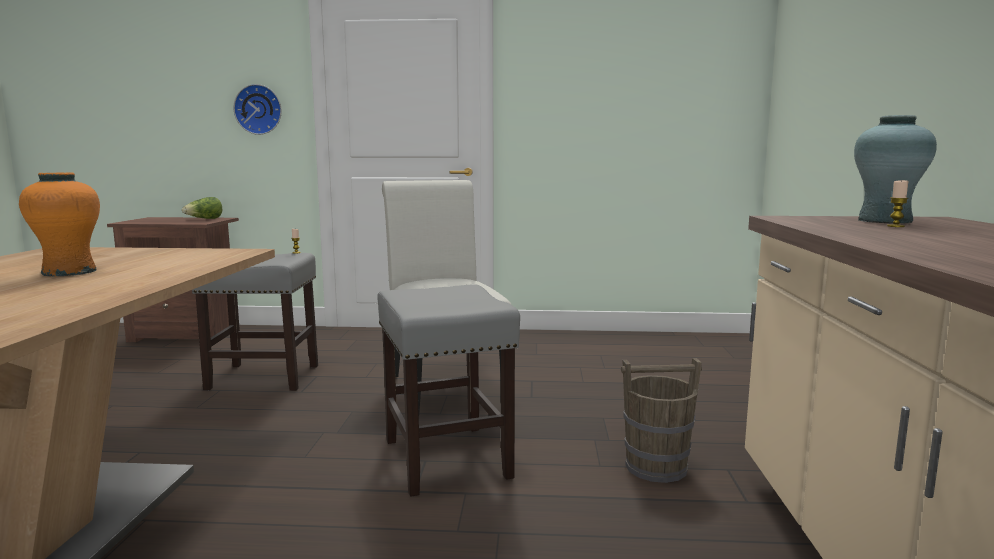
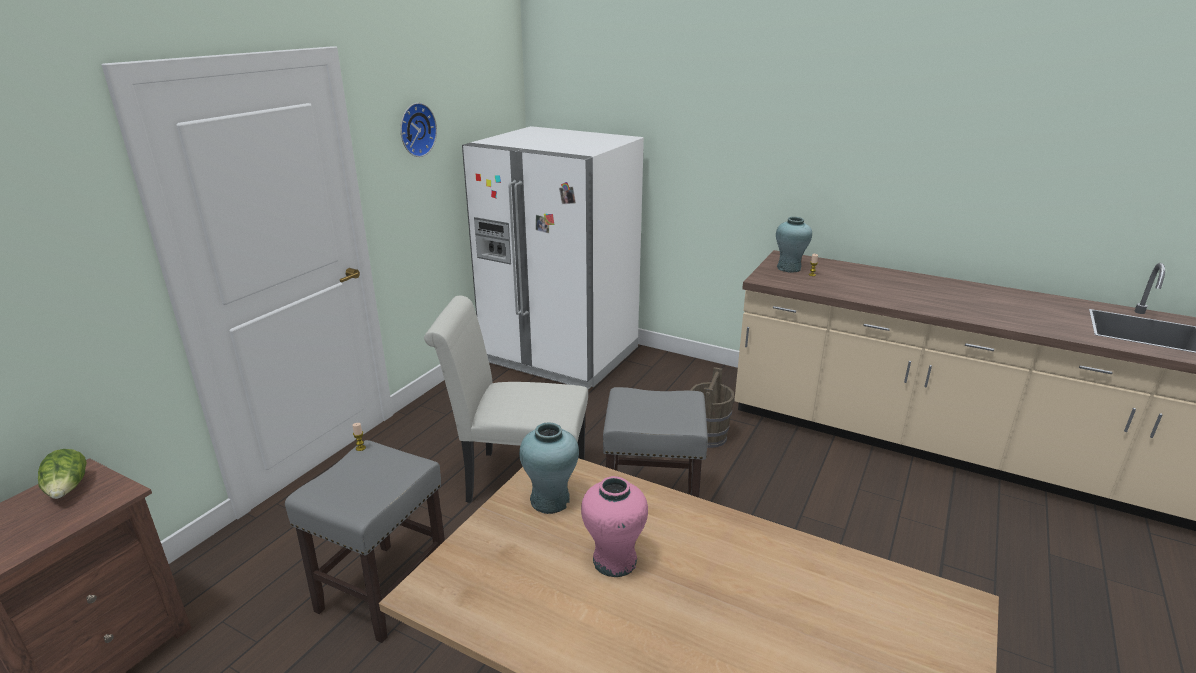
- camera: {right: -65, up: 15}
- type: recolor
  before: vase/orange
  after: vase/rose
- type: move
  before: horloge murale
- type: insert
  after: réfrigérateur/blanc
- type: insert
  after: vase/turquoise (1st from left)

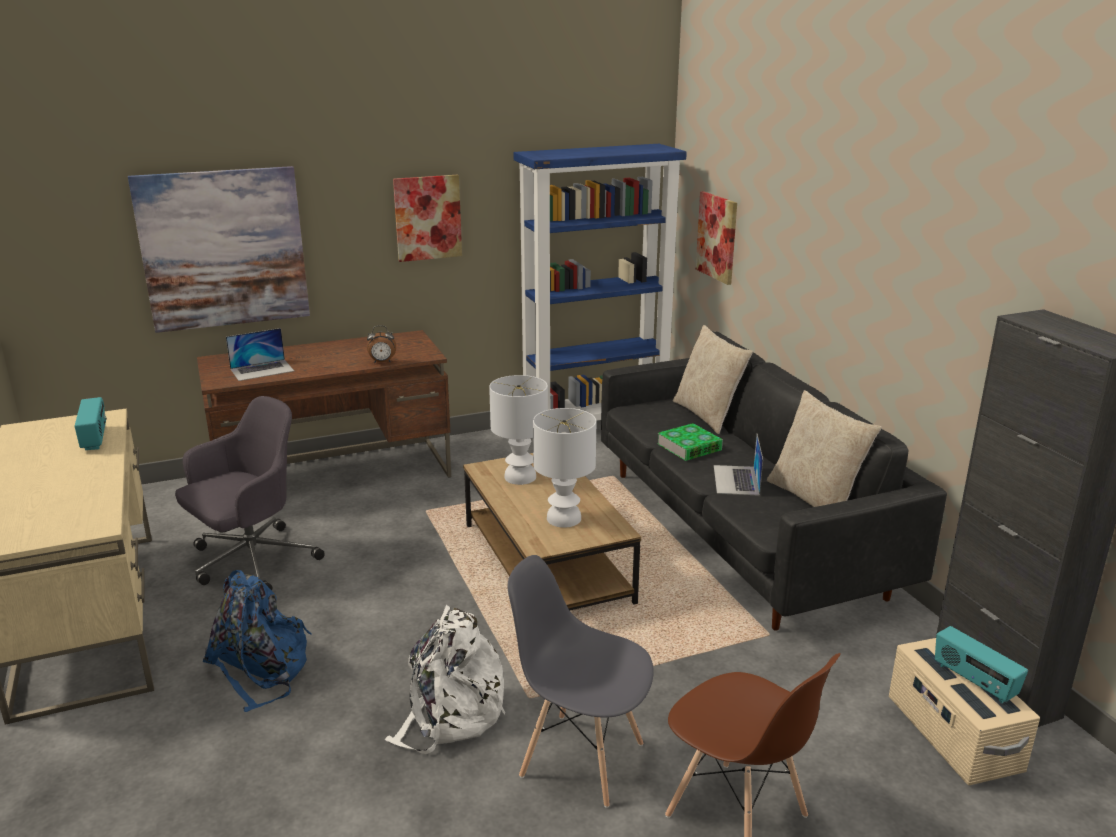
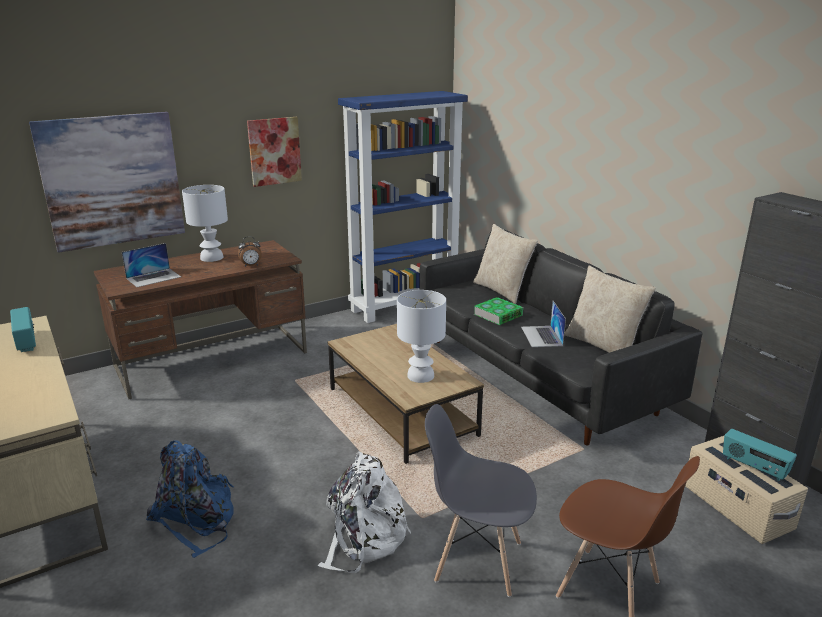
- camera: {right: -10, up: 0}
- type: delete
  before: chaise de bureau/gris
- type: move
  before: lampe de table/blanc (1st from left)
- type: delete
  before: tableau (3rd from left)

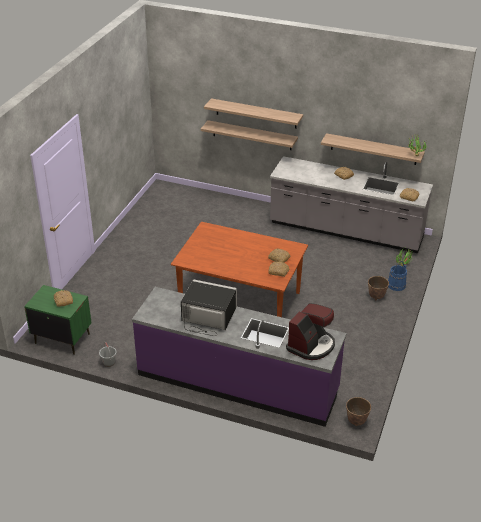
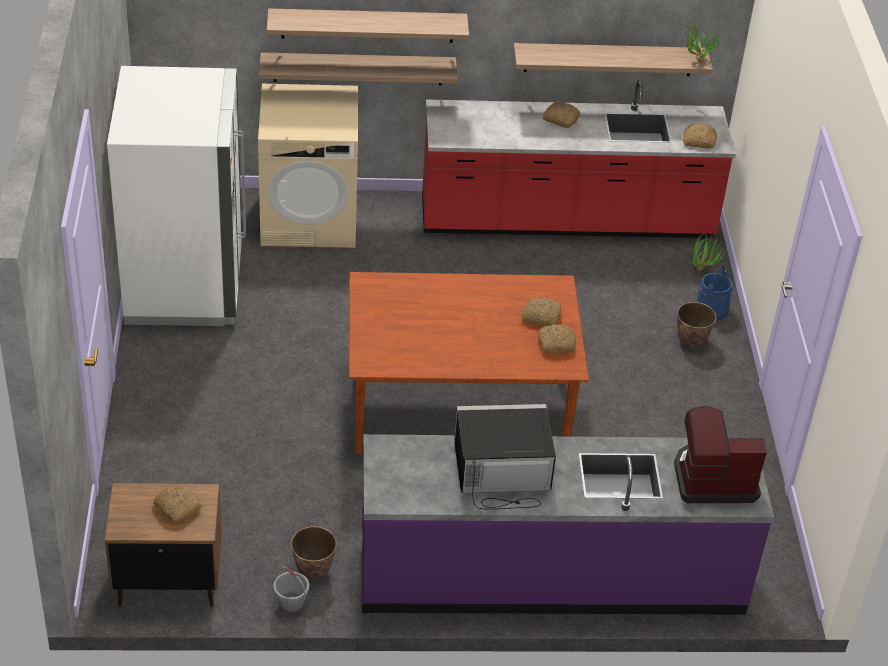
- camera: {right: -25, up: 5}
- type: recolor
  before: table de chevet/vert
  after: table de chevet/marron
- type: recolor
  before: comptoir de cuisine/gris
  after: comptoir de cuisine/rouge
- type: rotate
  before: machine à café
  turn: -105
- type: move
  before: cache-pot (1st from left)
- type: insert
  after: réfrigérateur/blanc
- type: insert
  after: lave-linge/beige

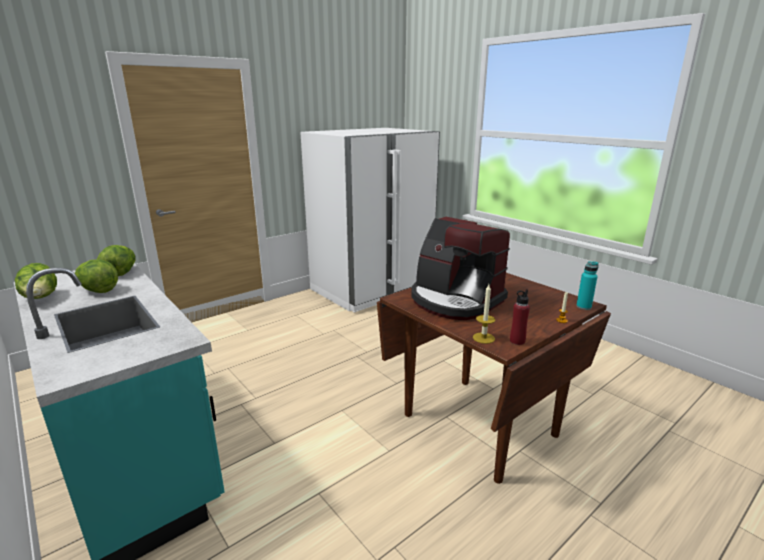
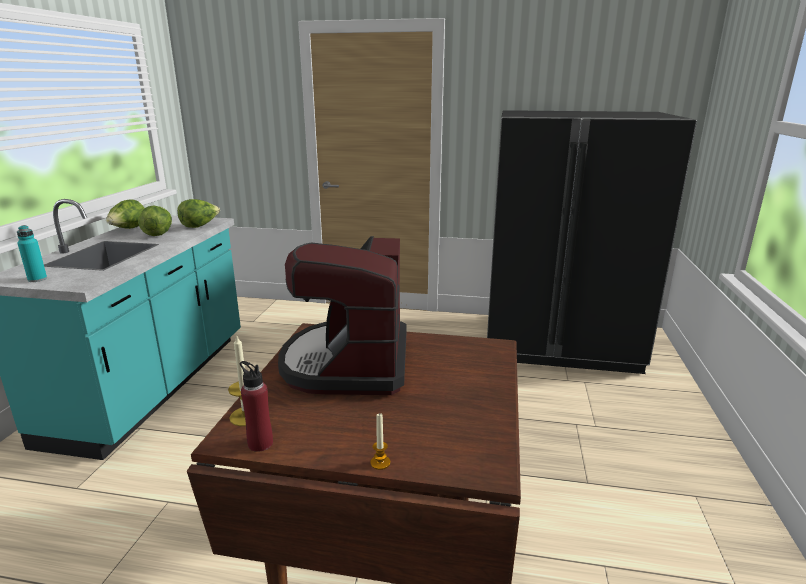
- camera: {right: 50, up: 0}
- type: recolor
  before: réfrigérateur/blanc
  after: réfrigérateur/noir
- type: move
  before: bouteille/turquoise

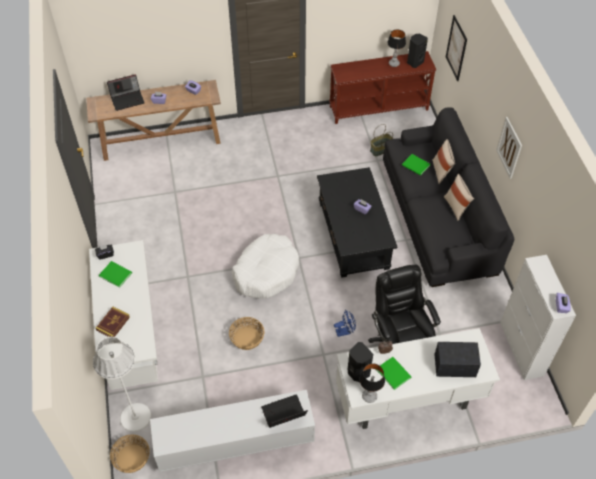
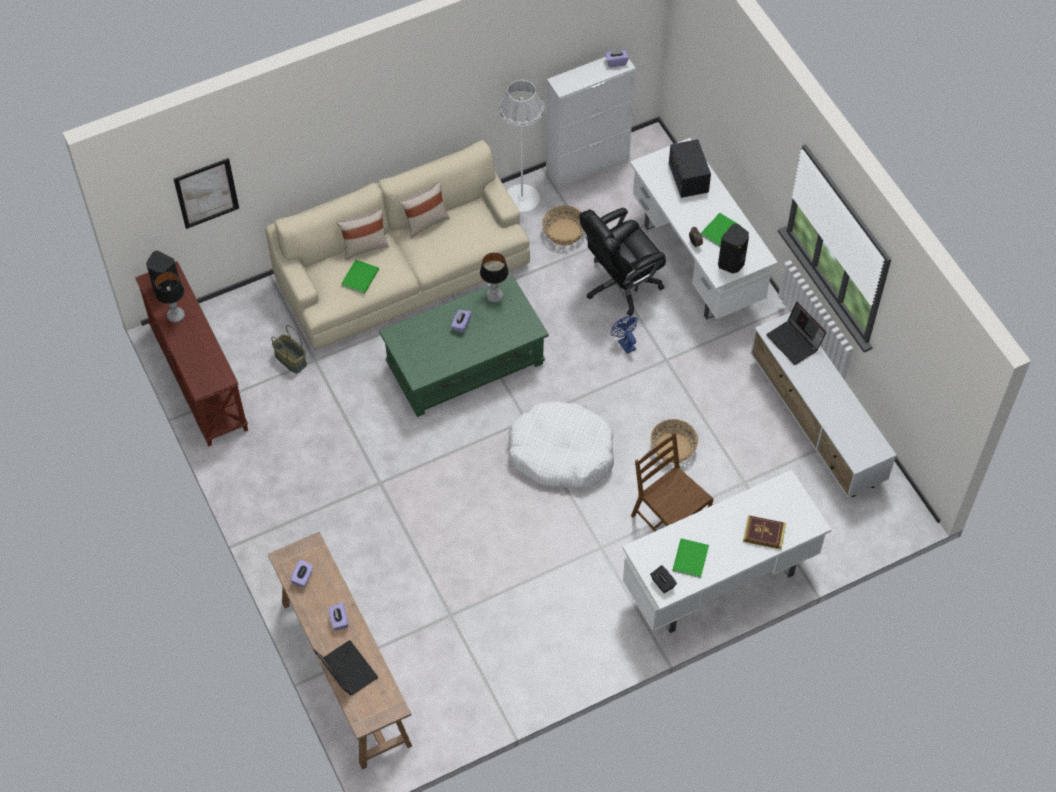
- camera: {right: -105, up: 5}
- type: move
  before: lampadaire/blanc
- type: move
  before: panier (1st from left in the first image)
  after: panier (2nd from left)
- type: recolor
  before: table basse/noir
  after: table basse/vert
- type: move
  before: lampe de table (1st from left in the first image)
  after: lampe de table (2nd from left)
- type: recolor
  before: canapé/noir
  after: canapé/beige
- type: delete
  before: tableau (2nd from left)
- type: insert
  after: chaise/marron

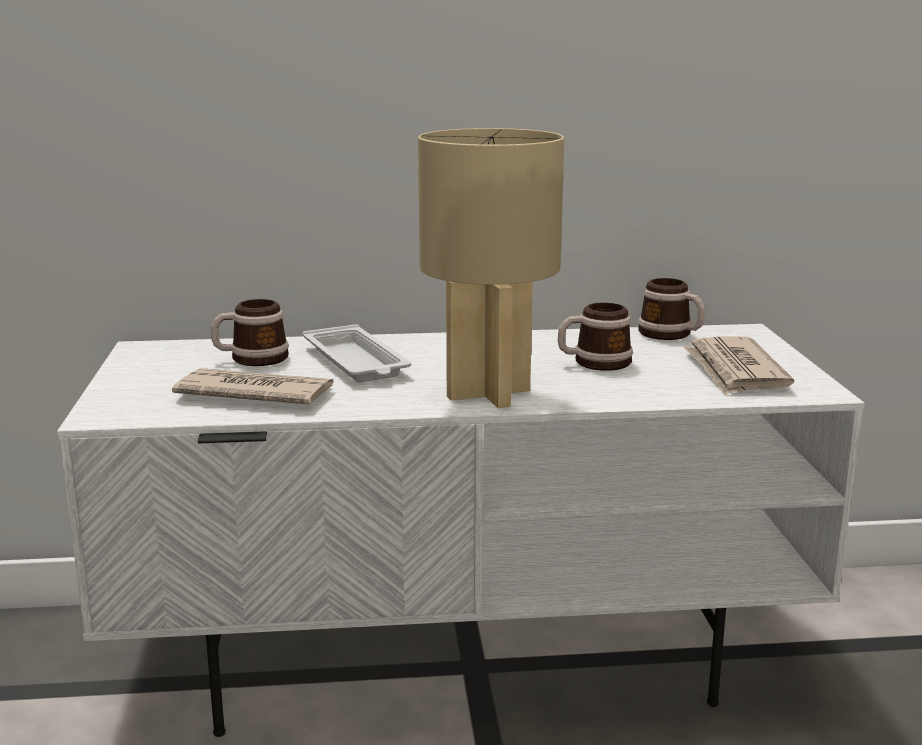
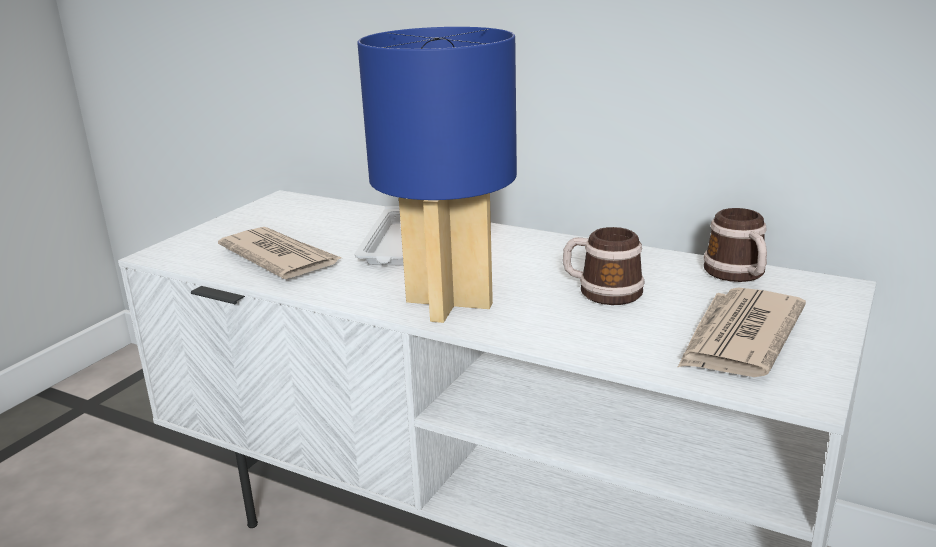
- camera: {right: 35, up: 5}
- type: delete
  before: mug (1st from left)
- type: recolor
  before: lampe de table/beige
  after: lampe de table/bleu

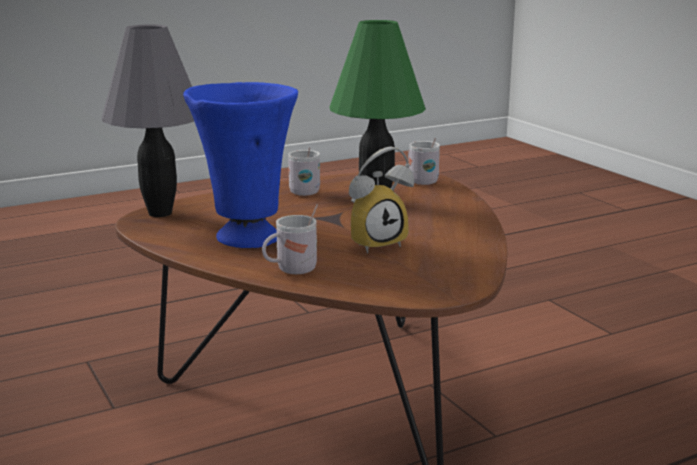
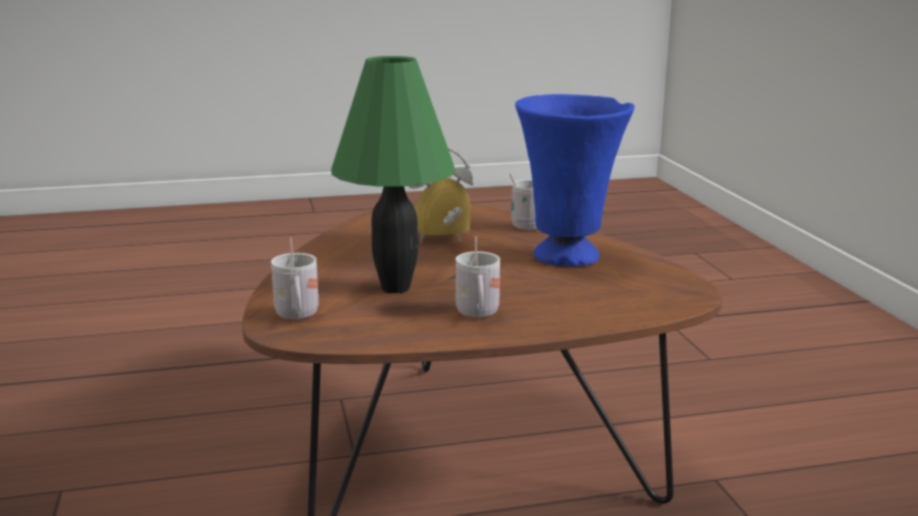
- camera: {right: -165, up: 0}
- type: delete
  before: lampe de table/gris

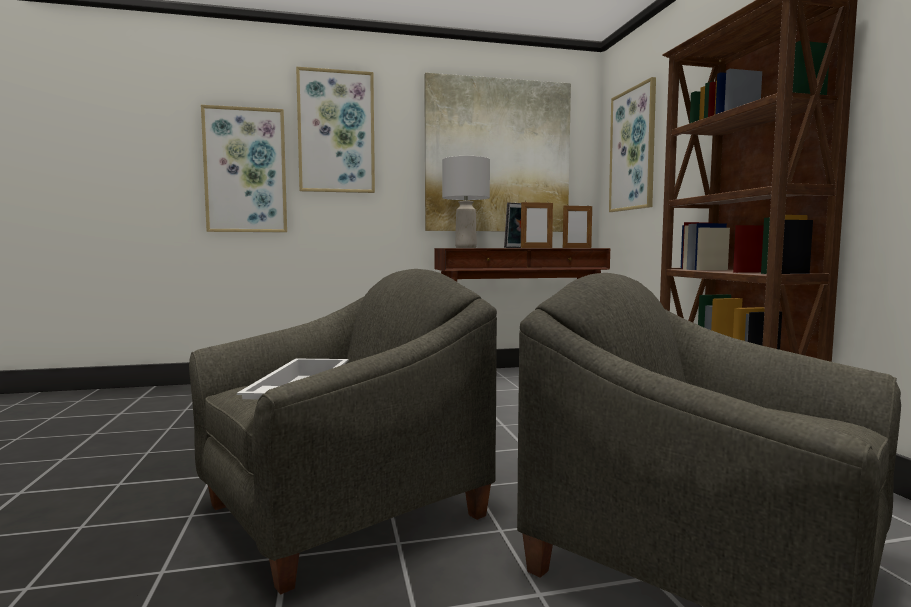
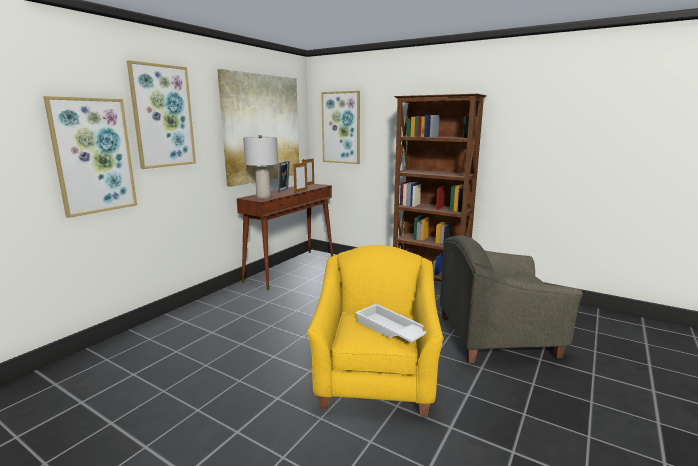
- camera: {right: -45, up: 10}
- type: recolor
  before: fauteuil/gris (1st from left)
  after: fauteuil/jaune

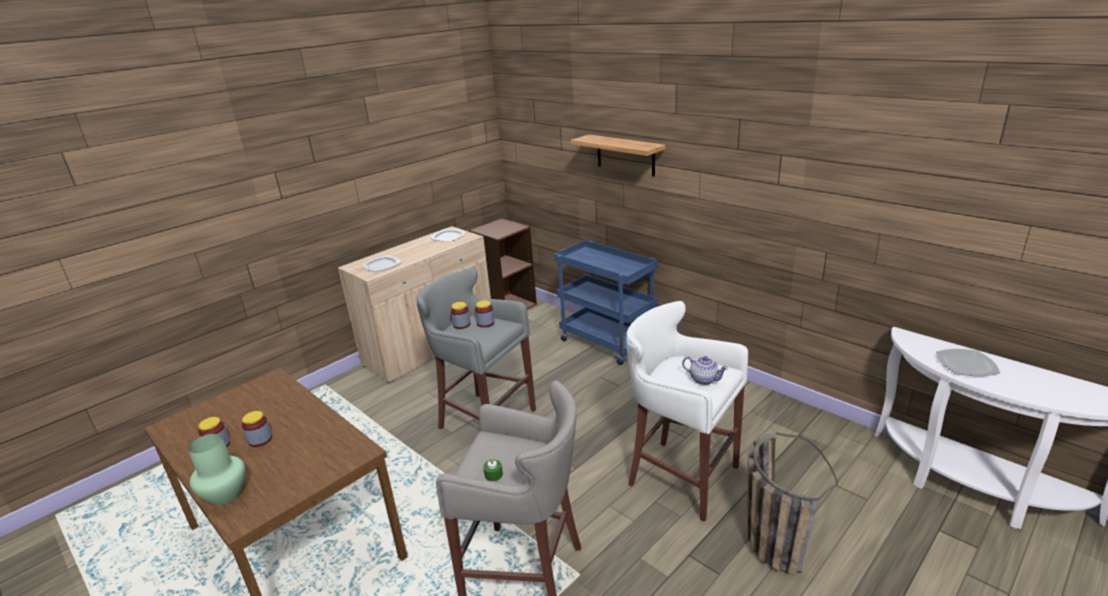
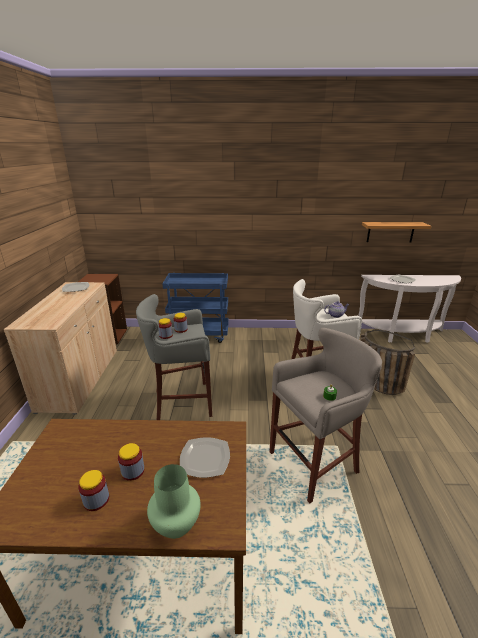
- camera: {right: -45, up: 0}
- type: move
  before: assiette (1st from left in the first image)
  after: assiette (2nd from left)
- type: move
  before: étagère

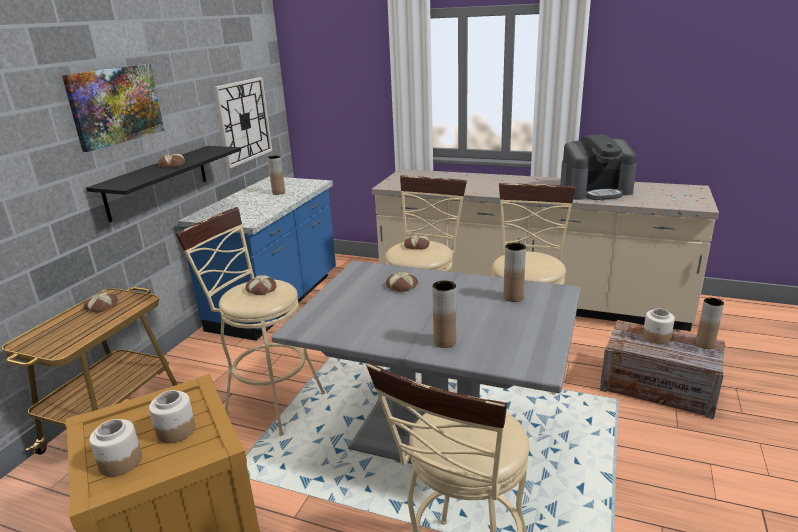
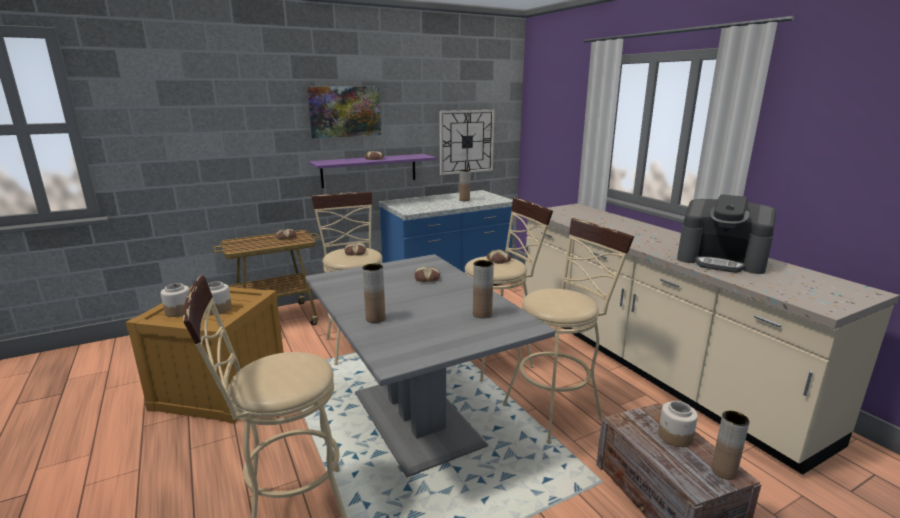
- camera: {right: 40, up: -5}
- type: recolor
  before: étagère/noir
  after: étagère/violet

